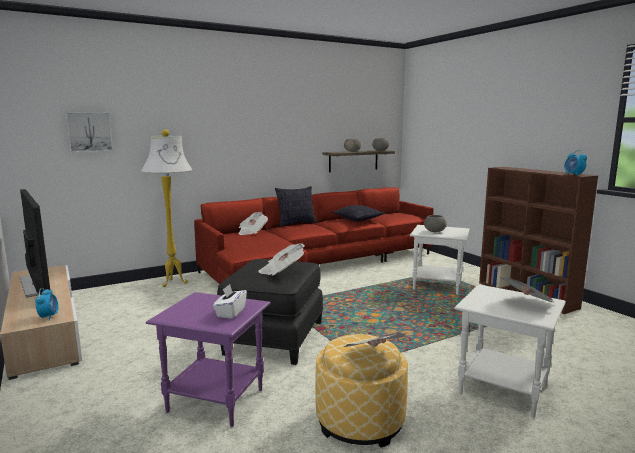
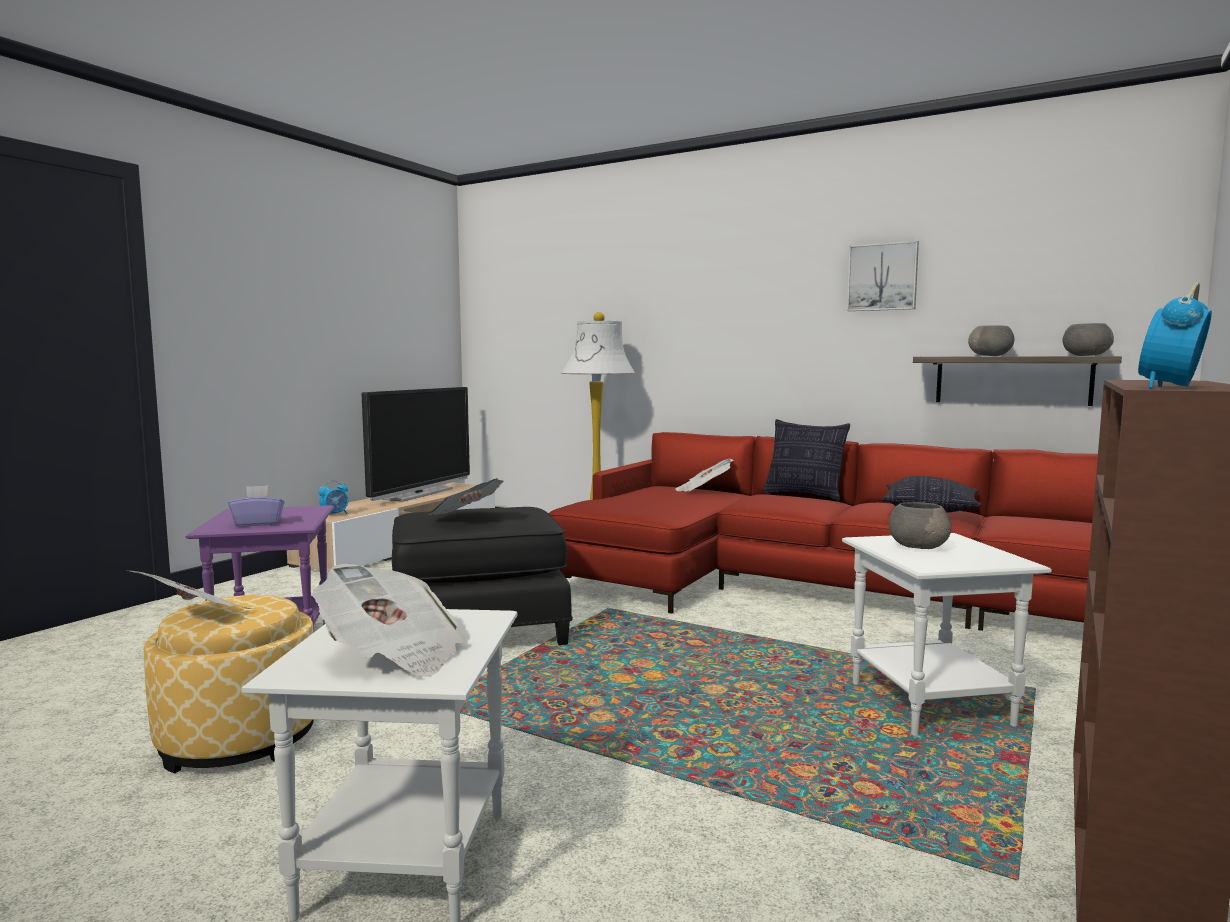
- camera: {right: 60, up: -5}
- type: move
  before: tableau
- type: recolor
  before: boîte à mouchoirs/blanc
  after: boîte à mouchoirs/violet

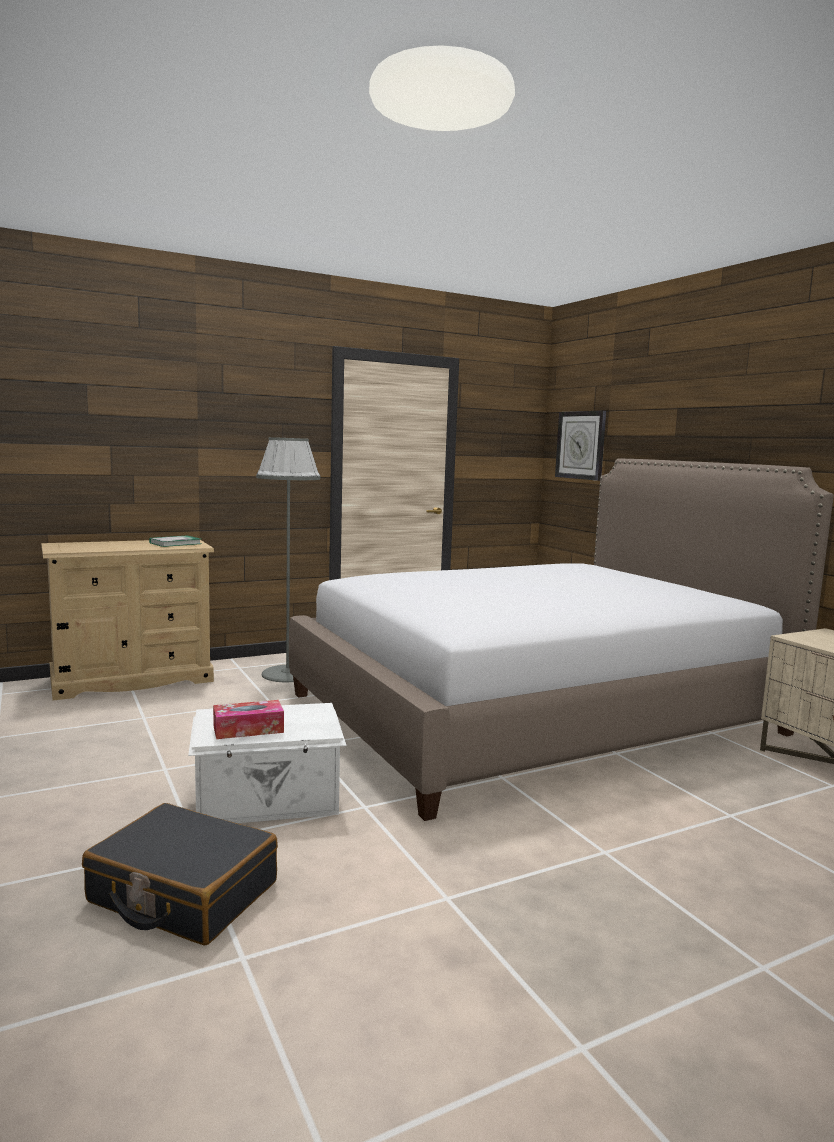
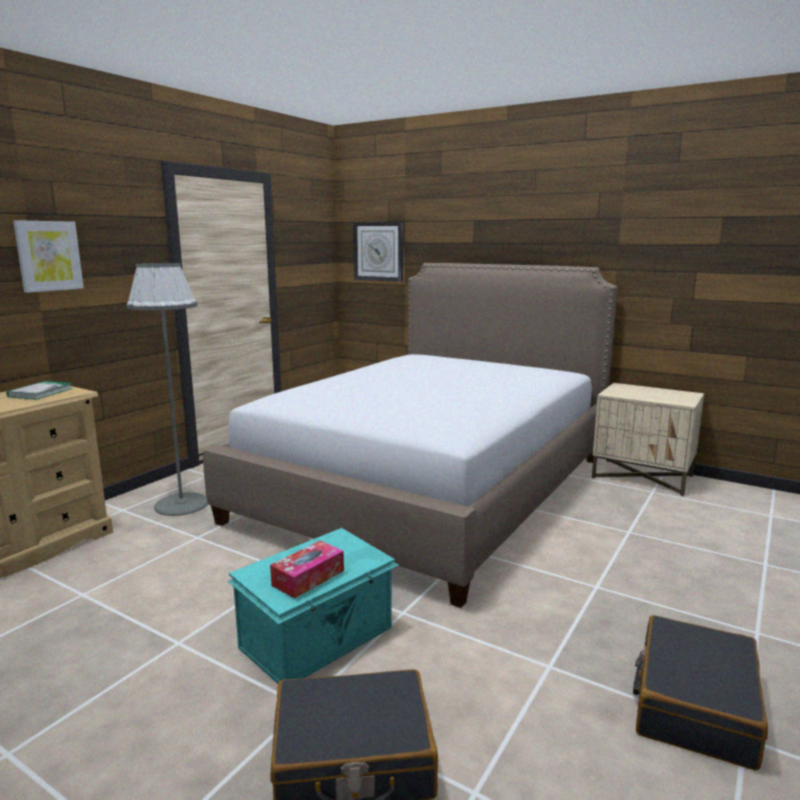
- camera: {right: -30, up: 5}
- type: recolor
  before: boîte de rangement/blanc
  after: boîte de rangement/turquoise
- type: insert
  after: tableau
- type: insert
  after: valise/noir (2nd from left)

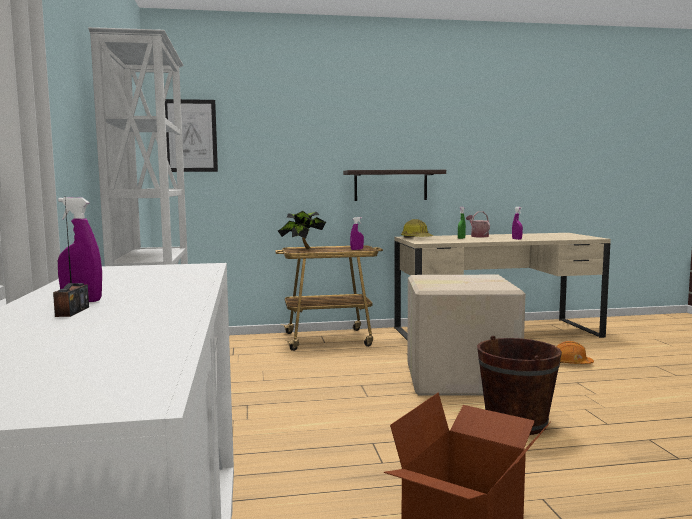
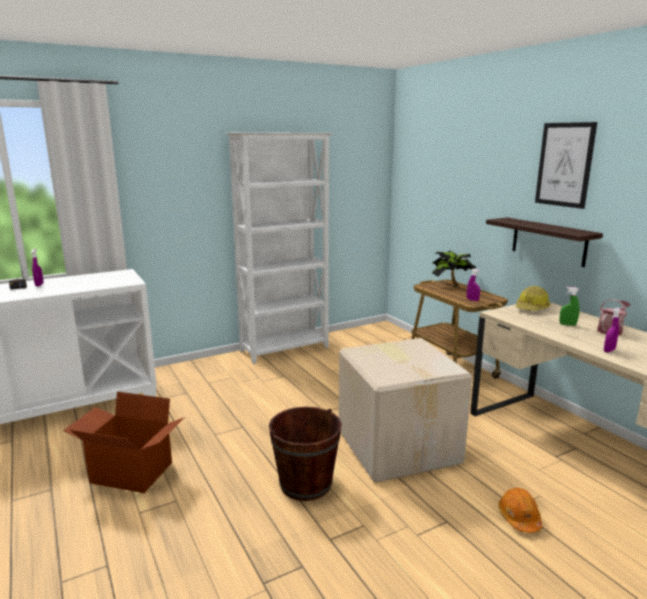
- camera: {right: 70, up: 10}
- type: move
  before: tableau

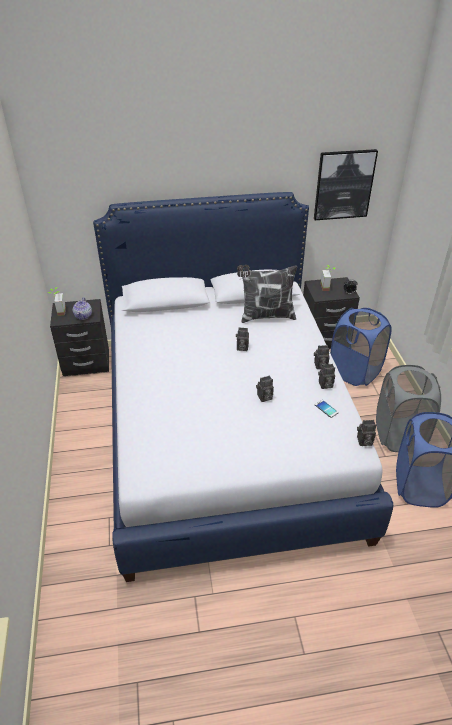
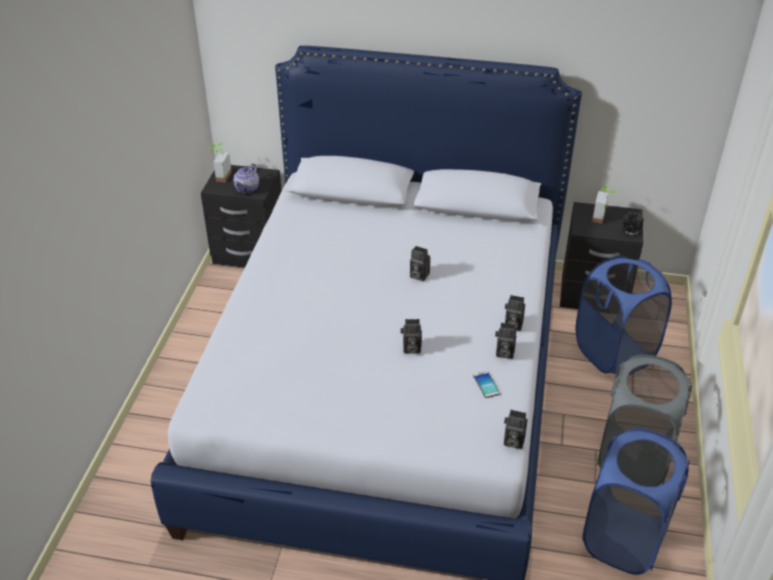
- camera: {right: 20, up: 0}
- type: delete
  before: coussin
- type: delete
  before: tableau

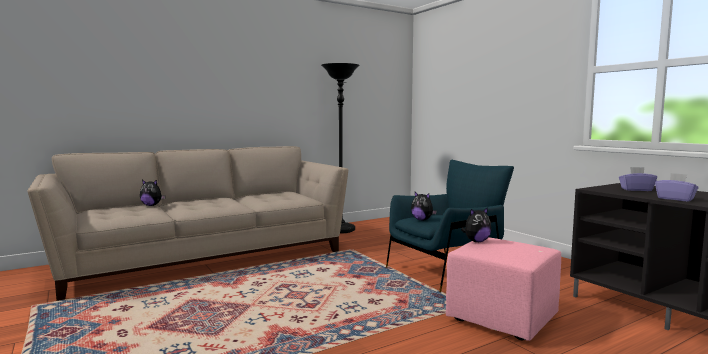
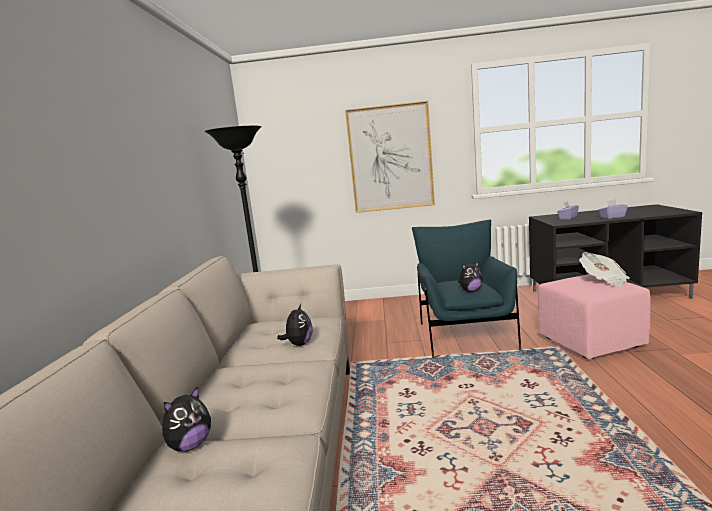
- camera: {right: -55, up: 5}
- type: move
  before: peluche (3rd from left in the first image)
  after: peluche (2nd from left)
- type: insert
  after: tableau
- type: insert
  after: journal

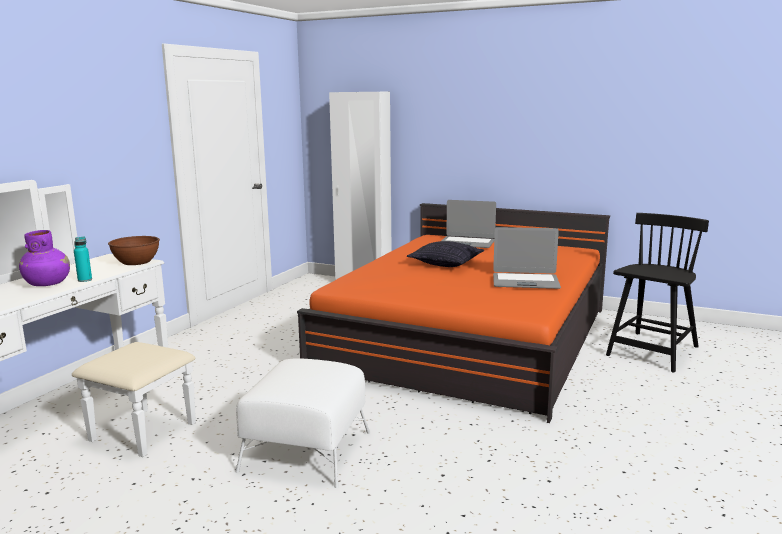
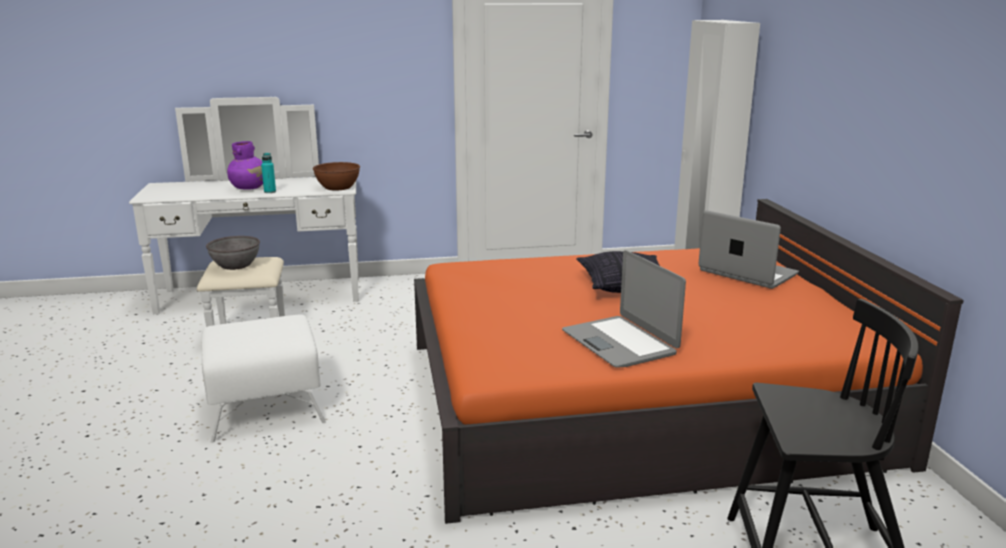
- camera: {right: 55, up: 5}
- type: rotate
  before: ordinateur portable (1st from left in the first image)
  turn: 150
- type: insert
  after: bol/gris

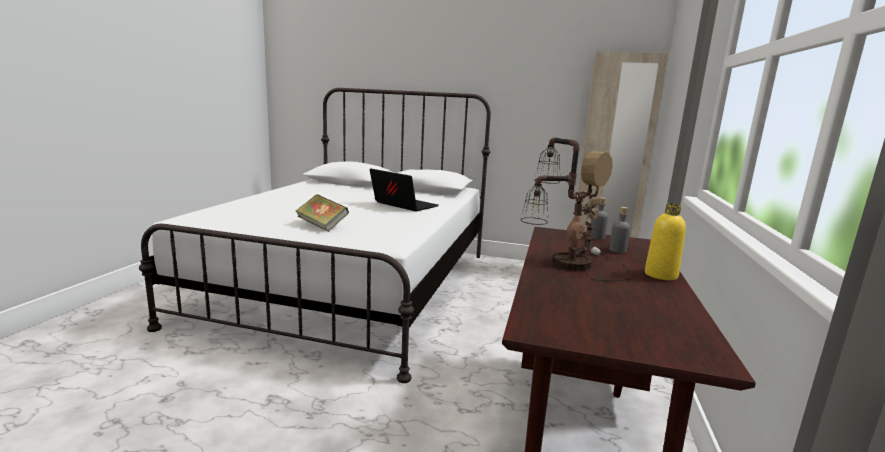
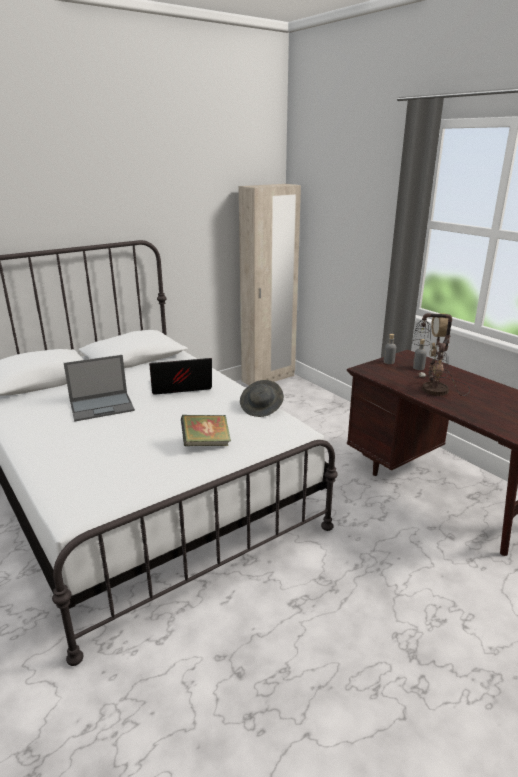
- camera: {right: -50, up: 10}
- type: delete
  before: bouteille/jaune
- type: insert
  after: ordinateur portable (1st from left)
- type: insert
  after: chapeau/gris

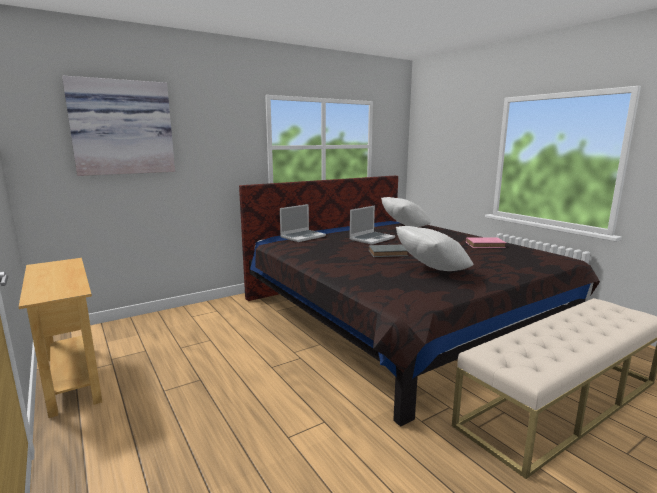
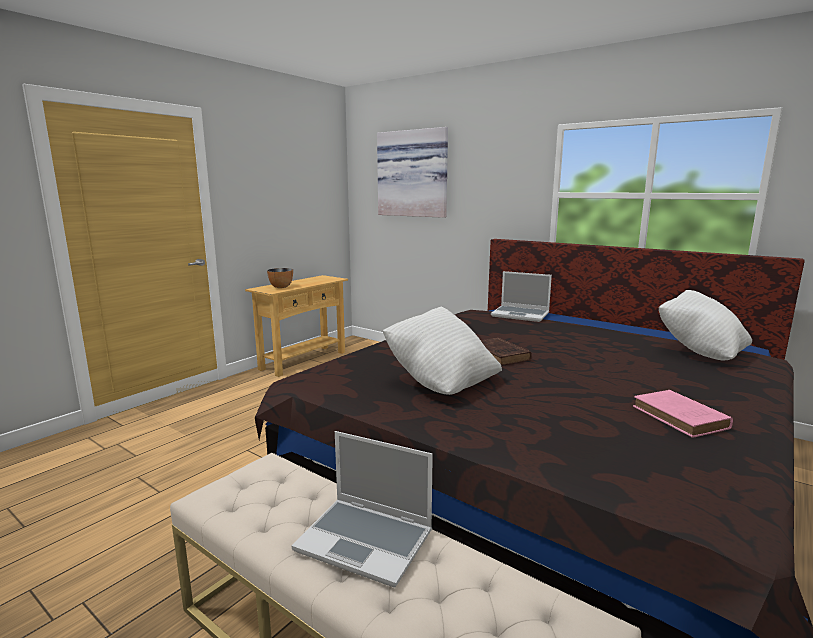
- camera: {right: 70, up: 0}
- type: move
  before: ordinateur portable (2nd from left in the first image)
  after: ordinateur portable (1st from left)
- type: recolor
  before: livre/gris
  after: livre/marron
- type: insert
  after: bol

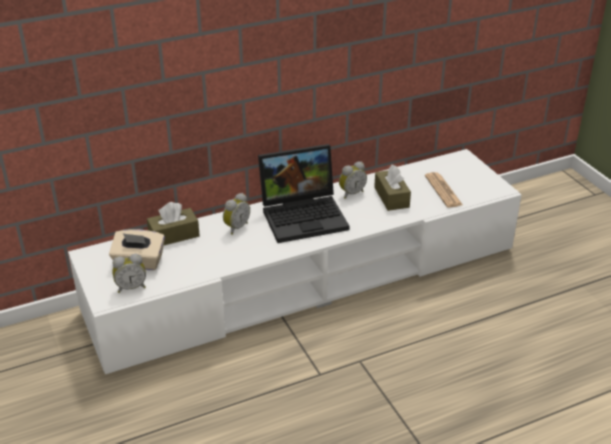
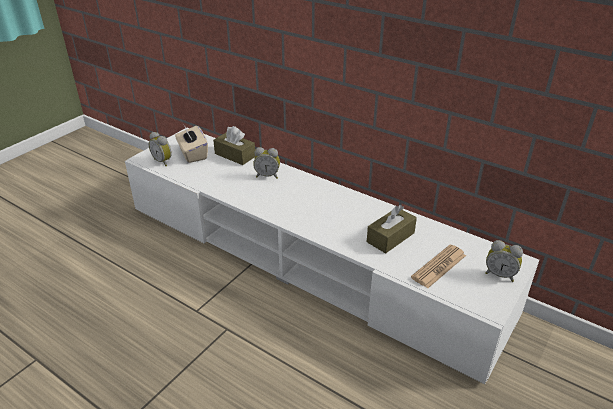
- camera: {right: 60, up: 0}
- type: delete
  before: ordinateur portable
- type: move
  before: réveil (3rd from left)

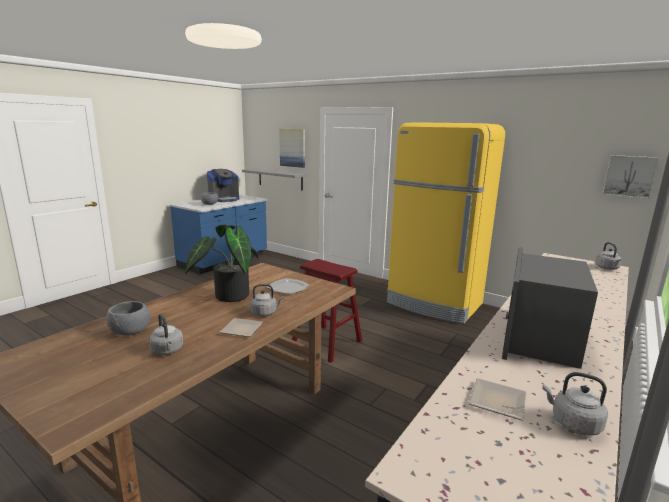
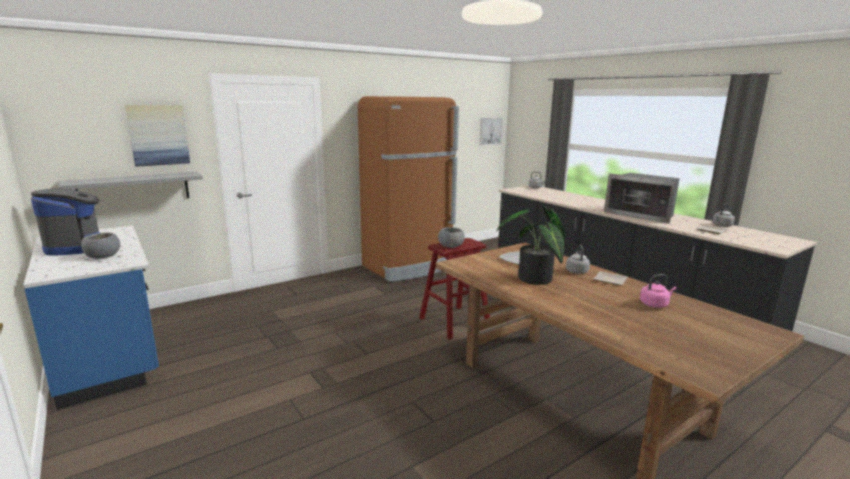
- camera: {right: -70, up: 0}
- type: move
  before: bol/gris (1st from left in the first image)
  after: bol/gris (2nd from left)
- type: recolor
  before: bouilloire/gris (1st from left)
  after: bouilloire/rose
- type: recolor
  before: réfrigérateur/jaune
  after: réfrigérateur/marron

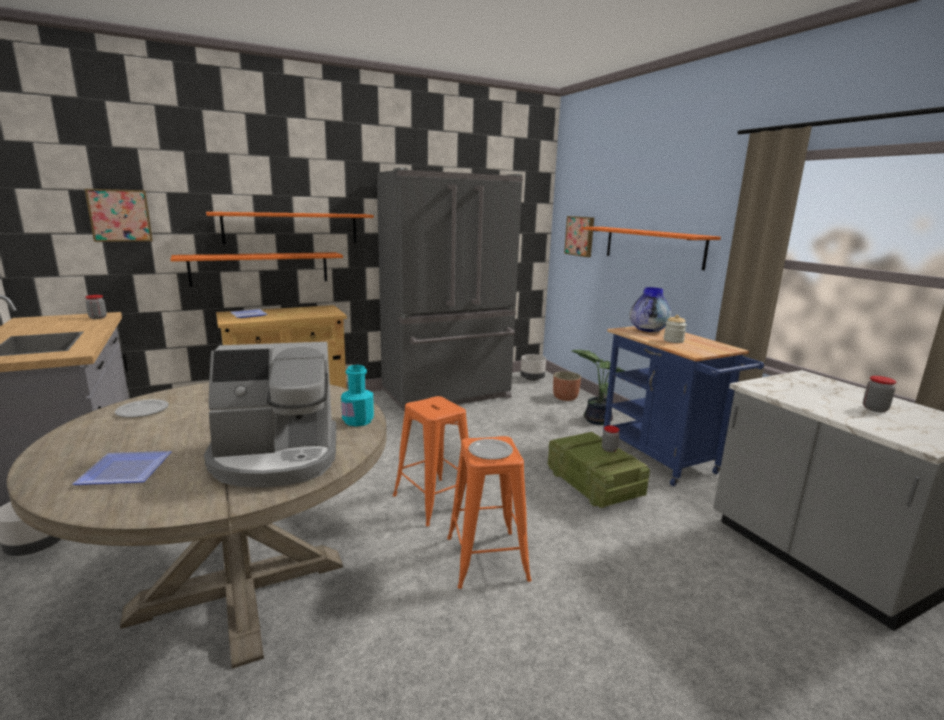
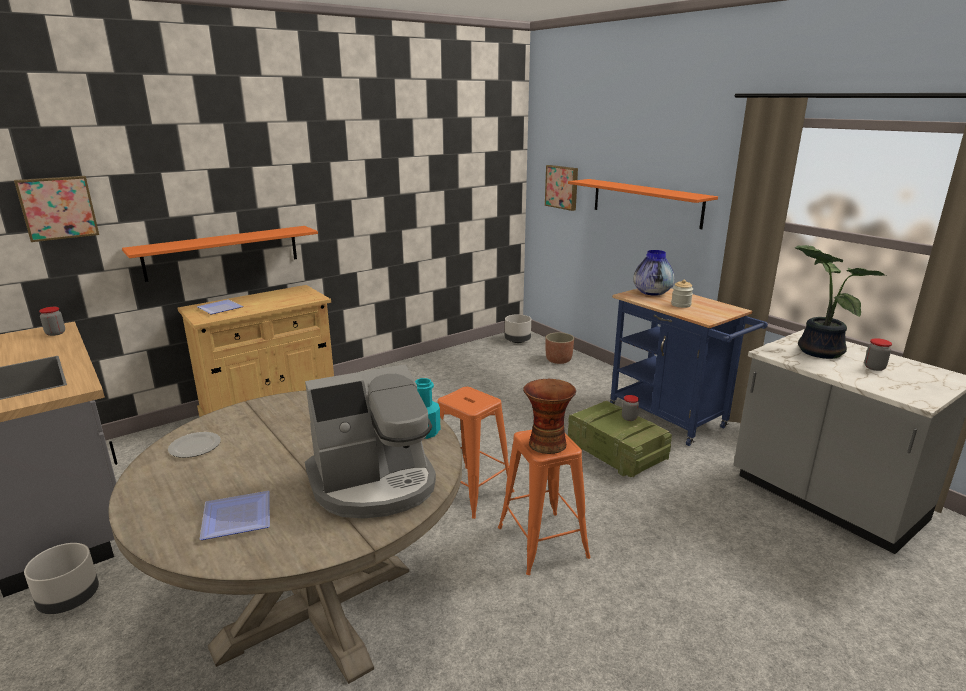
- camera: {right: -10, up: 5}
- type: delete
  before: étagère/orange (2nd from left)
- type: delete
  before: réfrigérateur/gris
- type: replace
  before: assiette (4th from left)
  after: vase (1st from left)
- type: move
  before: plante en pot

